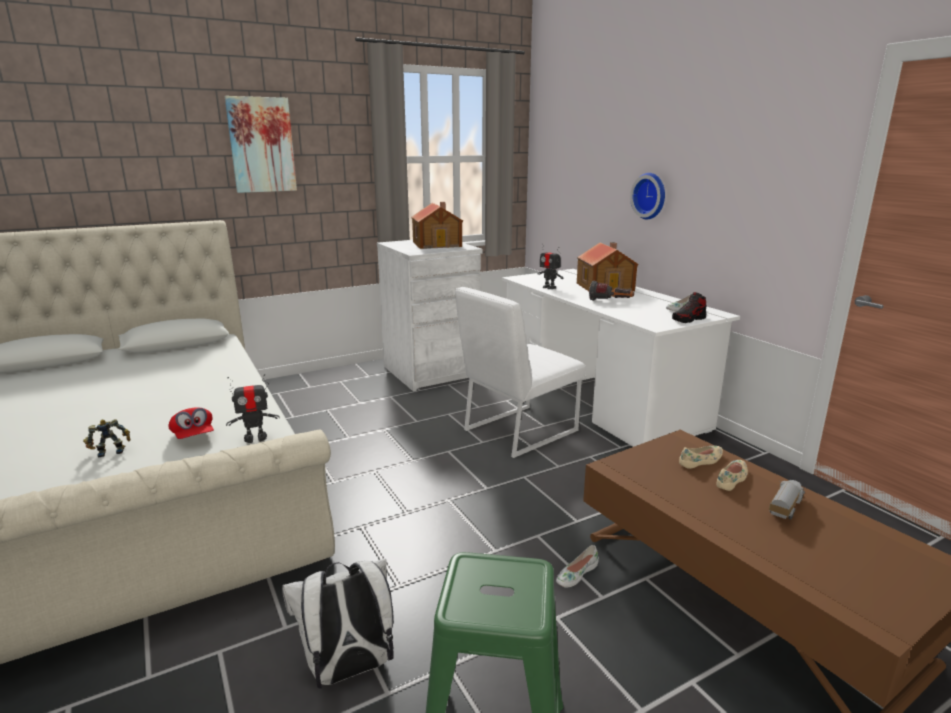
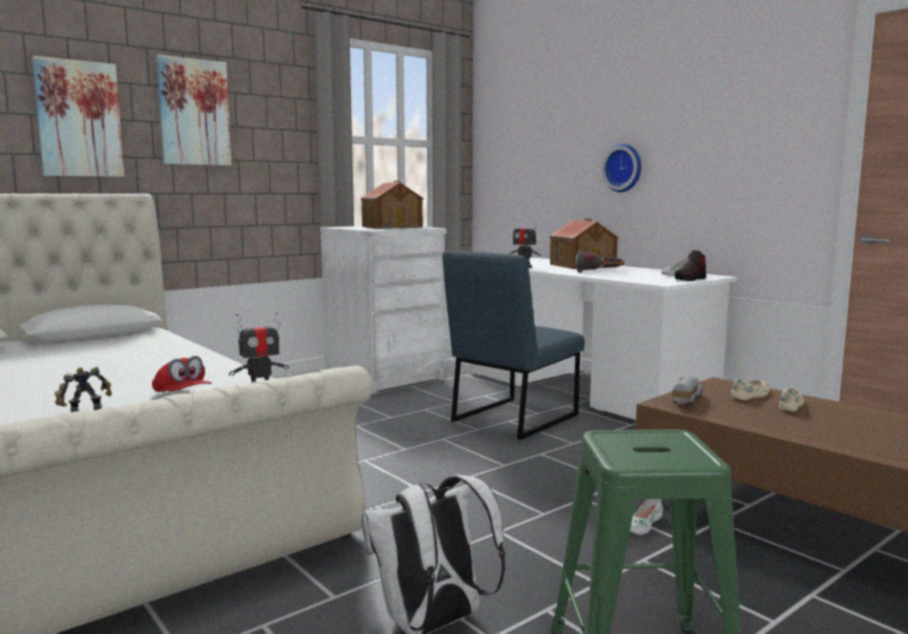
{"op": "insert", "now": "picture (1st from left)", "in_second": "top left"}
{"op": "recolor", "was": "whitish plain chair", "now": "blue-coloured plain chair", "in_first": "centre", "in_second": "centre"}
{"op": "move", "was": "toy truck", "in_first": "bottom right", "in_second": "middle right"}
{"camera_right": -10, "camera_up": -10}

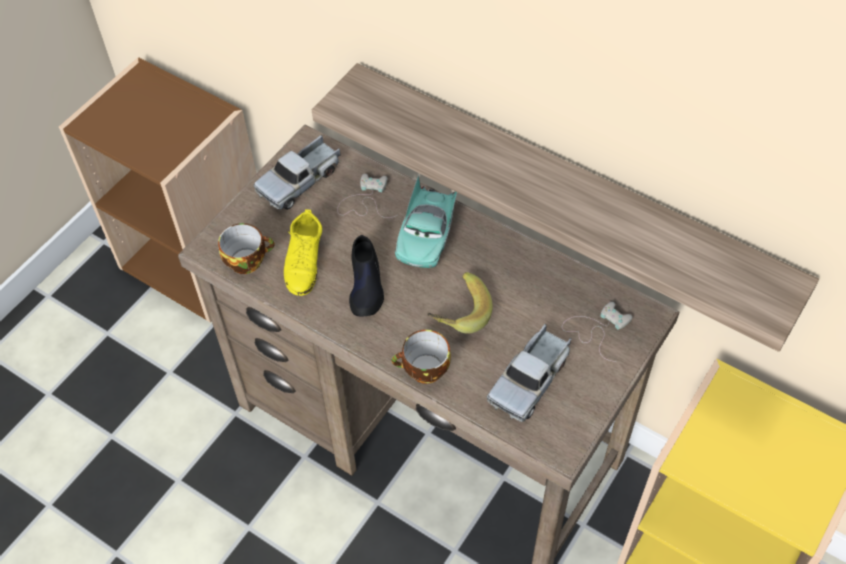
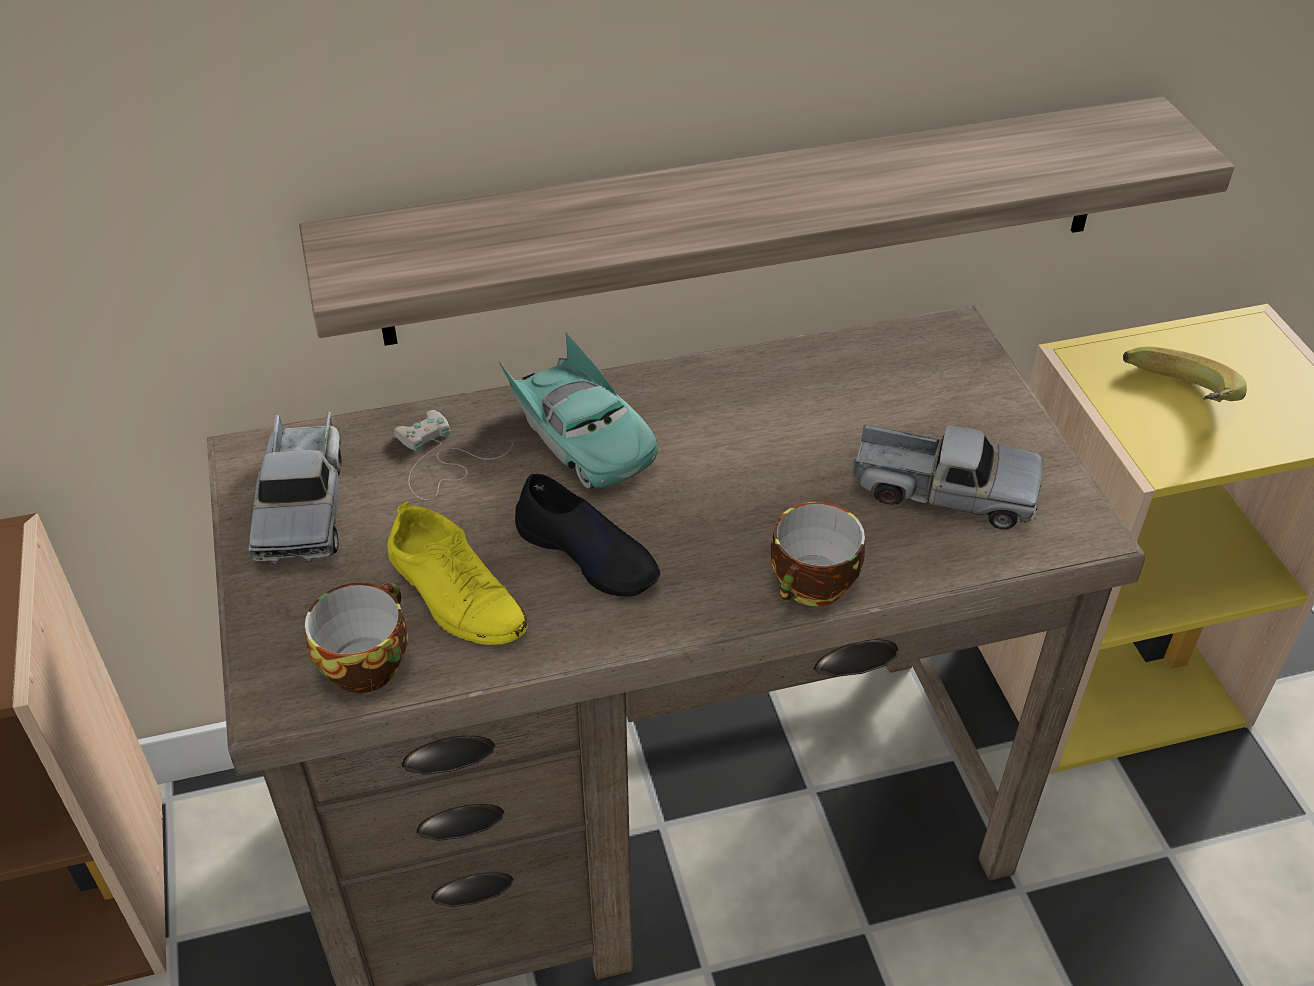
{"op": "rotate", "was": "toy truck (2nd from left)", "in_first": "centre", "in_second": "middle right", "clockwise": -60}
{"op": "move", "was": "whole banana", "in_first": "centre", "in_second": "middle right"}
{"op": "delete", "was": "whitish game controller (2nd from left)", "in_first": "middle right"}
{"camera_right": -50, "camera_up": -10}

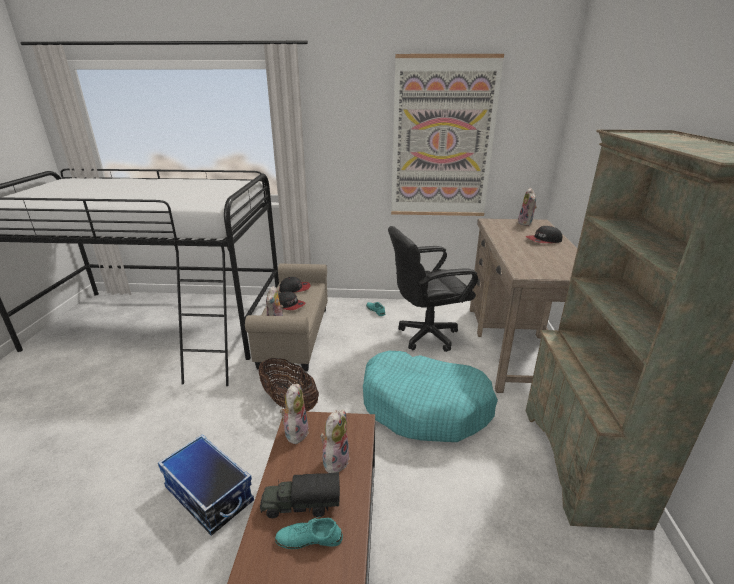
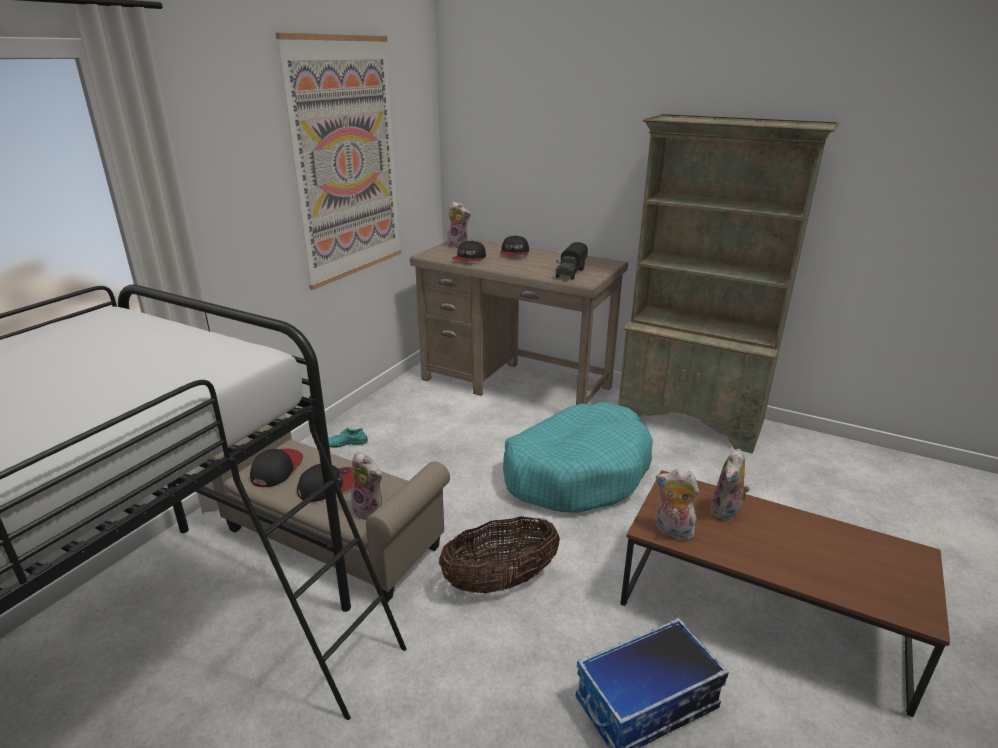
{"op": "insert", "now": "cap (3rd from left)", "in_second": "centre"}
{"op": "move", "was": "toy truck", "in_first": "bottom centre", "in_second": "centre"}
{"op": "rotate", "was": "soft toy (3rd from left in the first image)", "in_first": "bottom centre", "in_second": "middle right", "clockwise": -105}
{"op": "delete", "was": "turquoise low shoe (1st from left)", "in_first": "bottom centre"}
{"op": "delete", "was": "black desk chair", "in_first": "centre"}
{"camera_right": -65, "camera_up": 0}

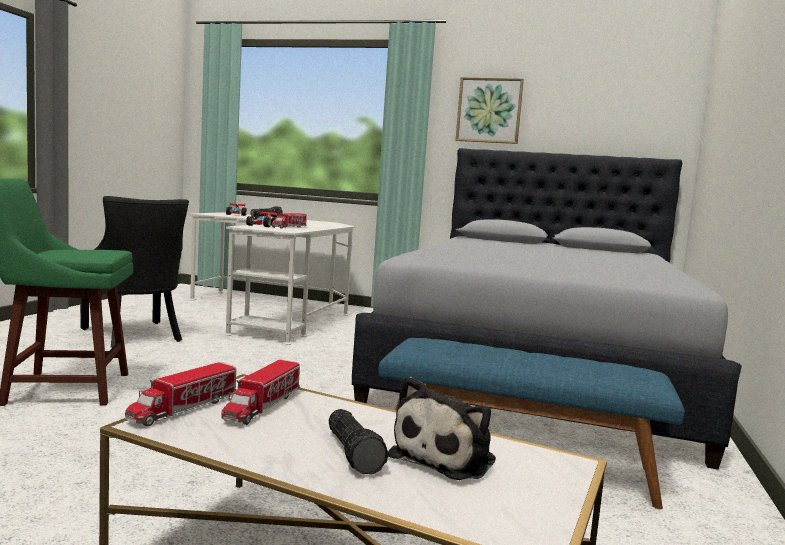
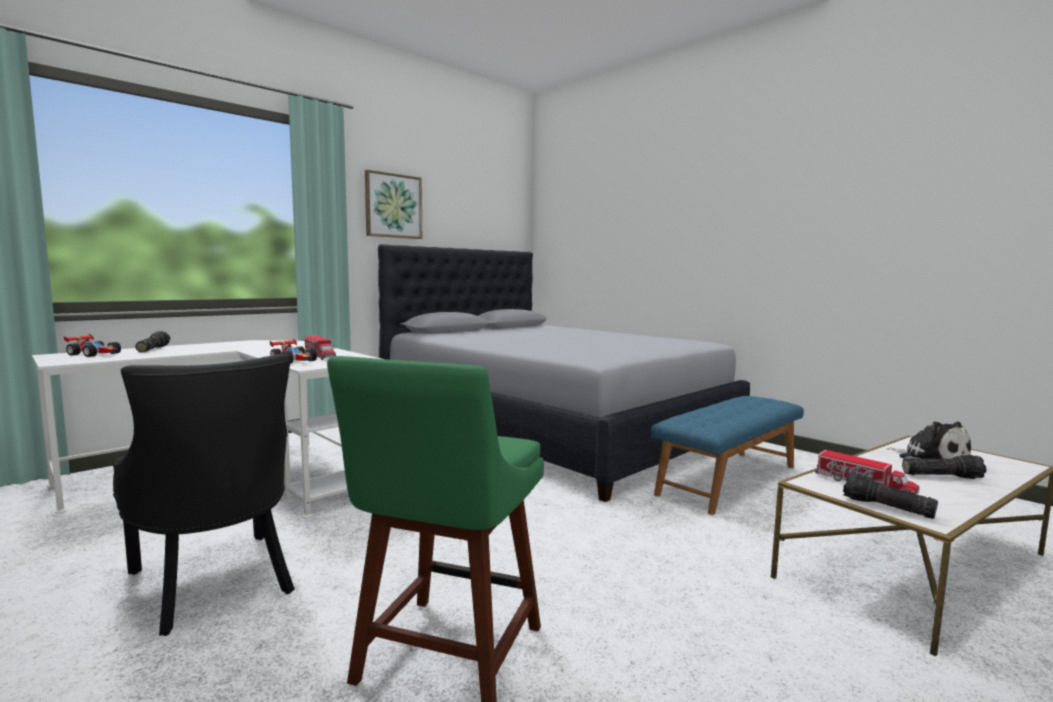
{"op": "rotate", "was": "black plain chair", "in_first": "middle left", "in_second": "bottom left", "clockwise": 60}
{"op": "replace", "was": "toy truck (1st from left)", "now": "torch (2nd from left)", "in_first": "bottom left", "in_second": "bottom right"}
{"camera_right": -60, "camera_up": 0}

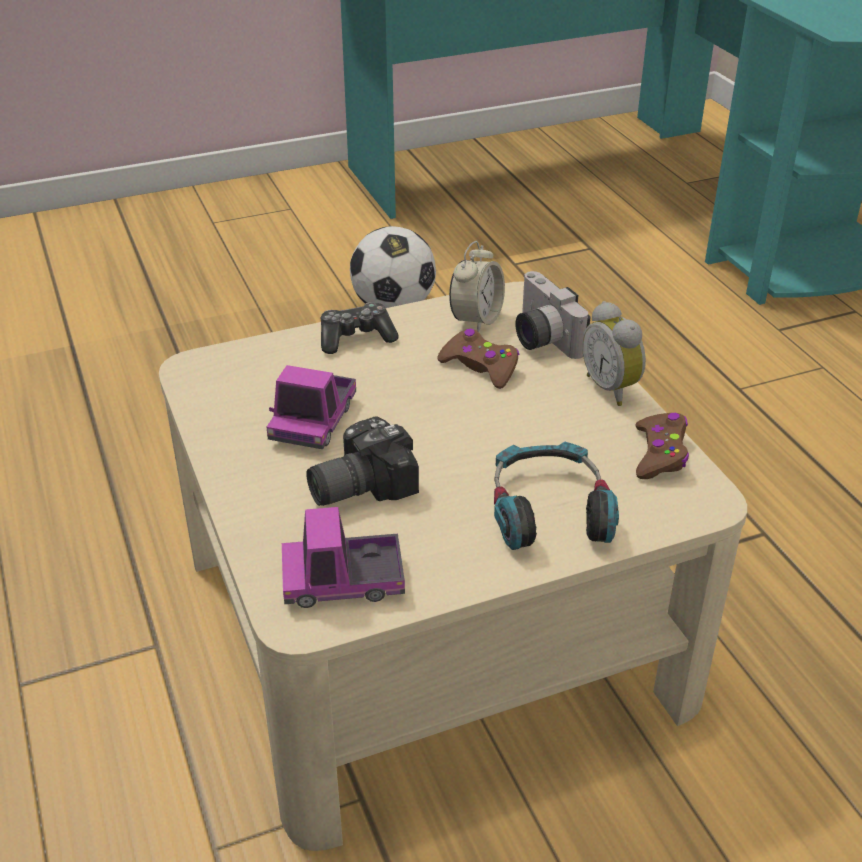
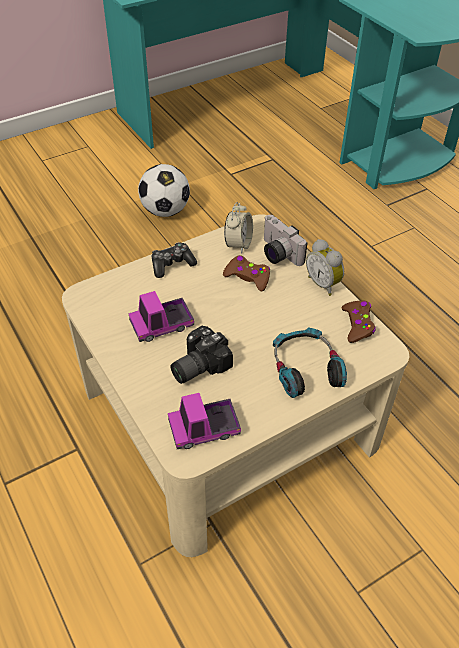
{"op": "rotate", "was": "toy truck (1st from left)", "in_first": "centre", "in_second": "centre", "clockwise": 60}
{"camera_right": -10, "camera_up": 10}

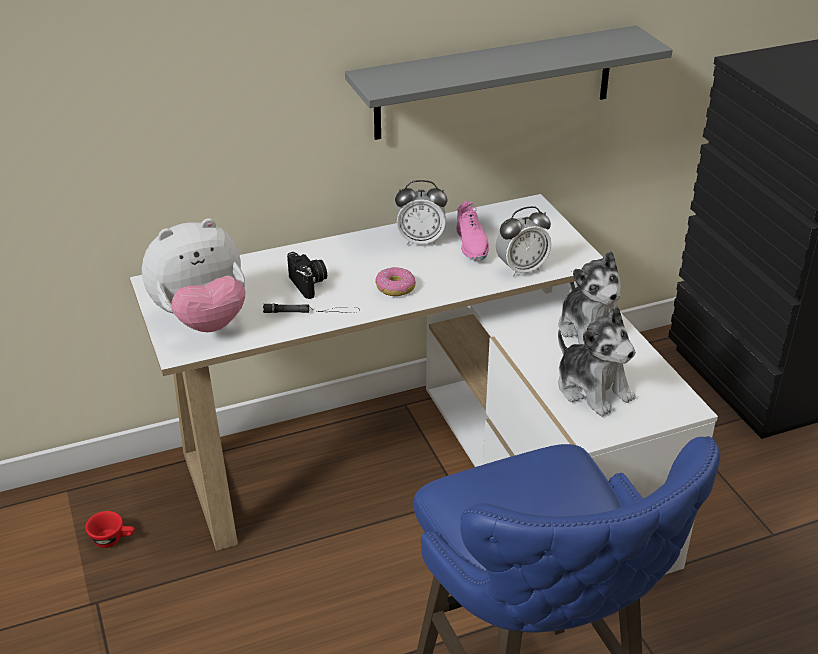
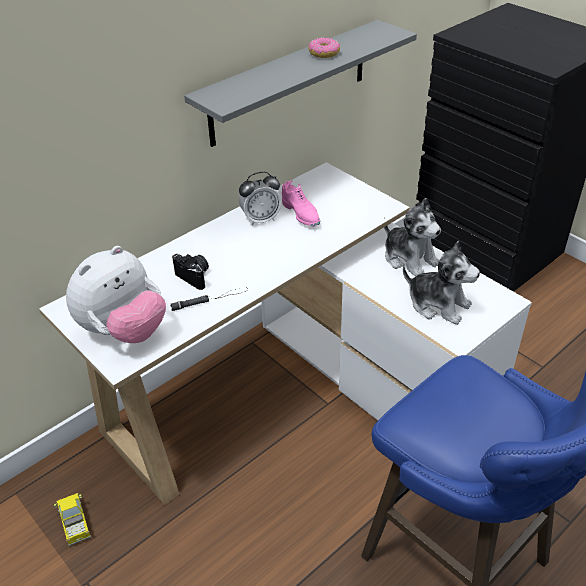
{"op": "replace", "was": "red-coloured drinking cup", "now": "toy truck", "in_first": "bottom left", "in_second": "bottom left"}
{"op": "move", "was": "donut", "in_first": "centre", "in_second": "top centre"}
{"op": "delete", "was": "table clock (2nd from left)", "in_first": "centre"}
{"camera_right": -20, "camera_up": 5}

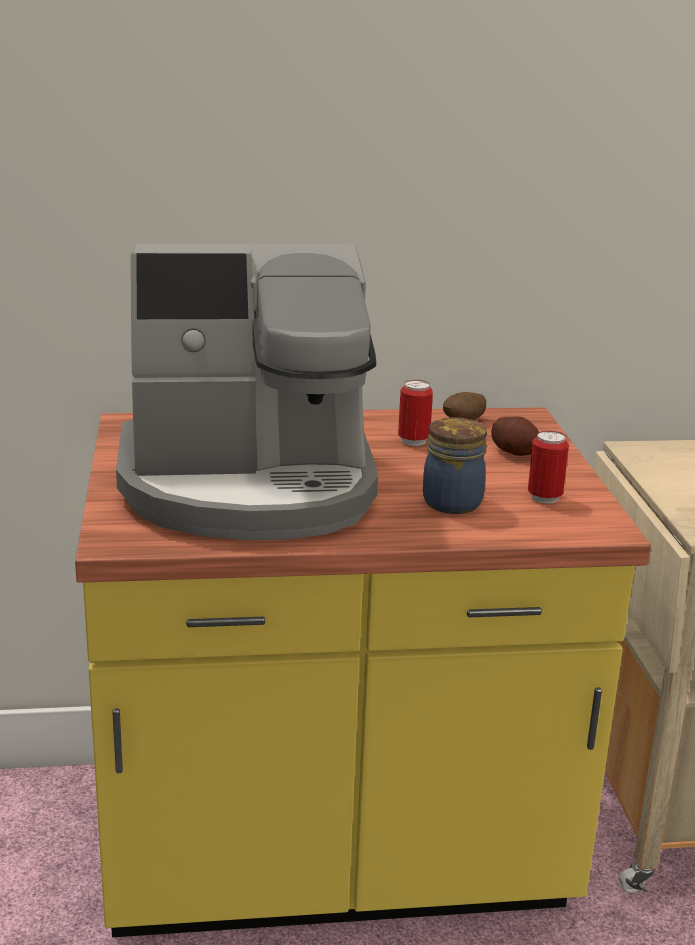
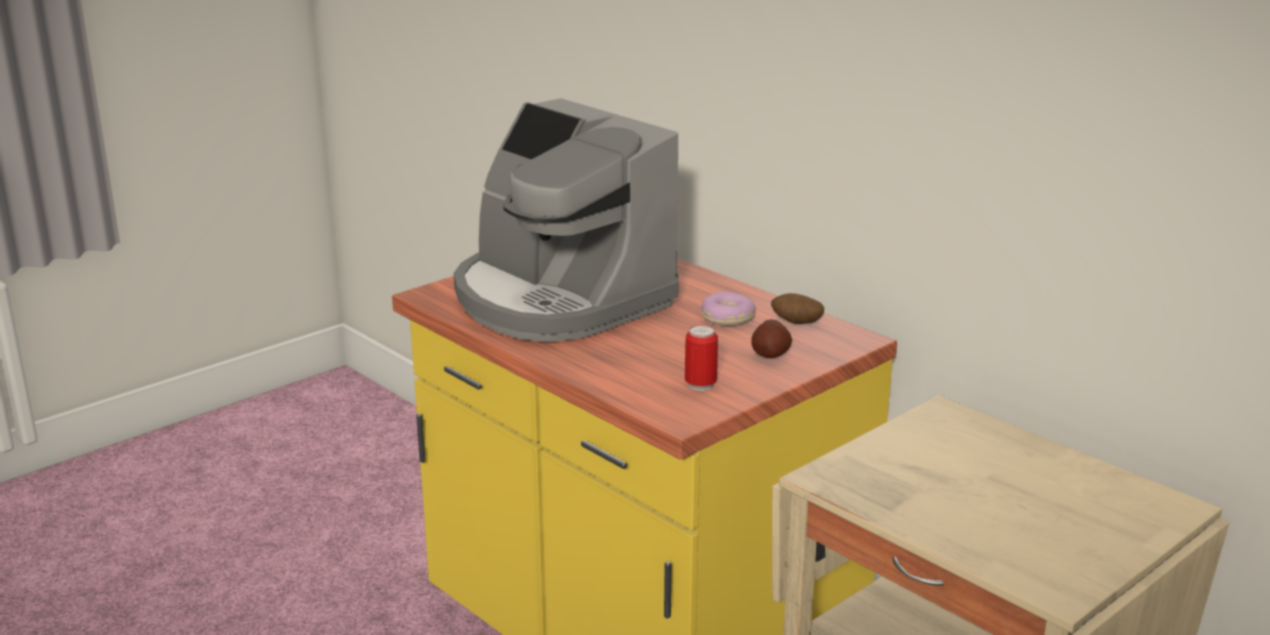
{"op": "replace", "was": "can (1st from left)", "now": "donut", "in_first": "centre", "in_second": "centre"}
{"op": "delete", "was": "preserve jar", "in_first": "centre"}
{"camera_right": 55, "camera_up": 0}

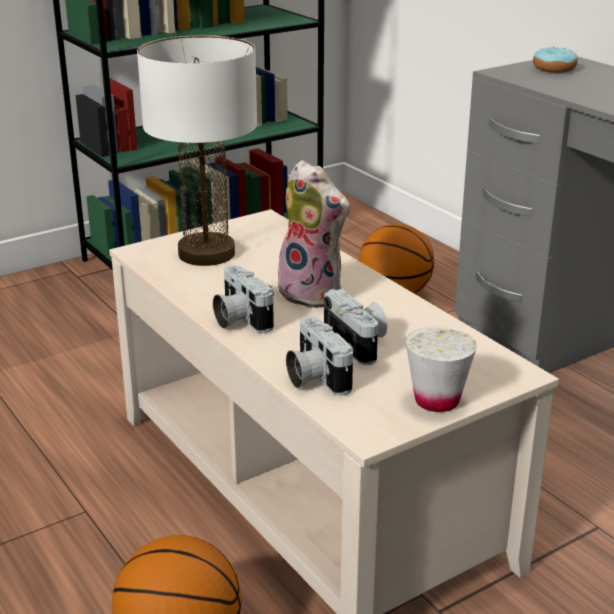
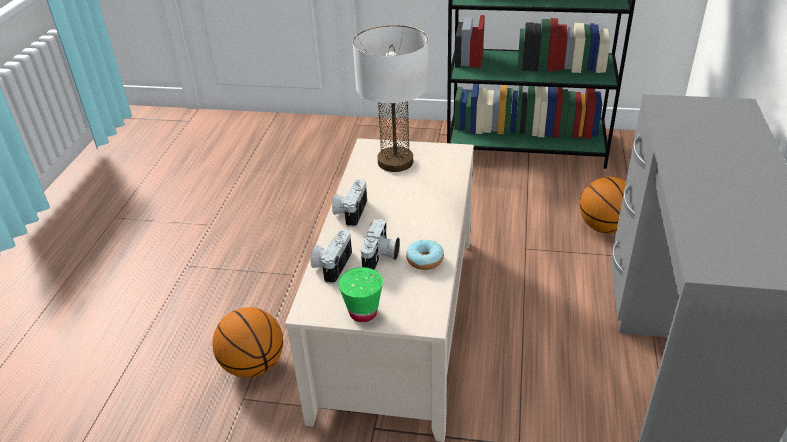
{"op": "recolor", "was": "whitish drinking cup", "now": "greenish drinking cup", "in_first": "middle right", "in_second": "centre"}
{"op": "move", "was": "donut", "in_first": "top right", "in_second": "centre"}
{"op": "delete", "was": "soft toy", "in_first": "centre"}
{"camera_right": 45, "camera_up": 10}

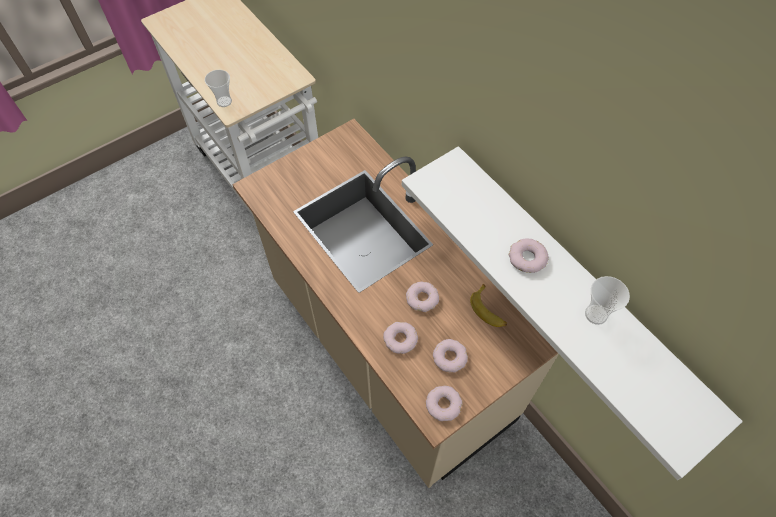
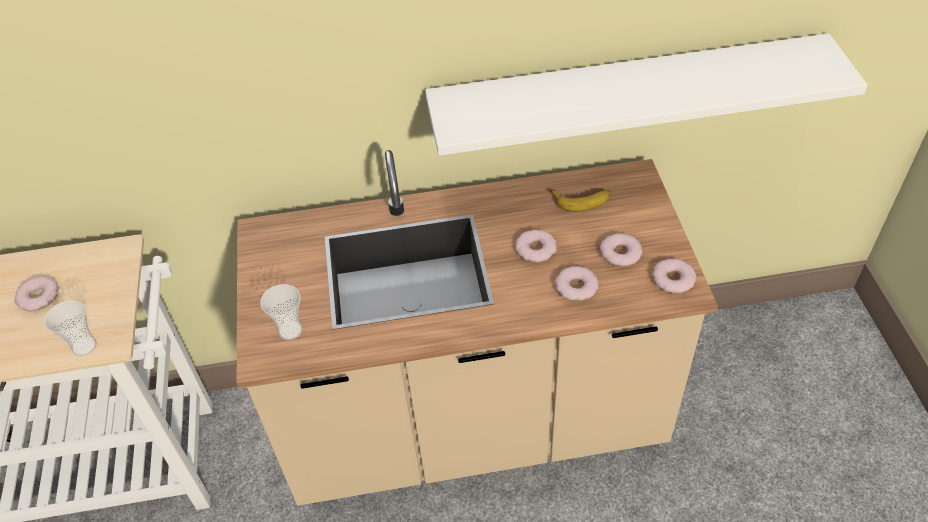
{"op": "move", "was": "donut (5th from left in the first image)", "now": "donut (1st from left)", "in_first": "middle right", "in_second": "middle left"}
{"op": "move", "was": "drinking cup (2nd from left)", "in_first": "middle right", "in_second": "middle left"}
{"camera_right": -60, "camera_up": -10}

